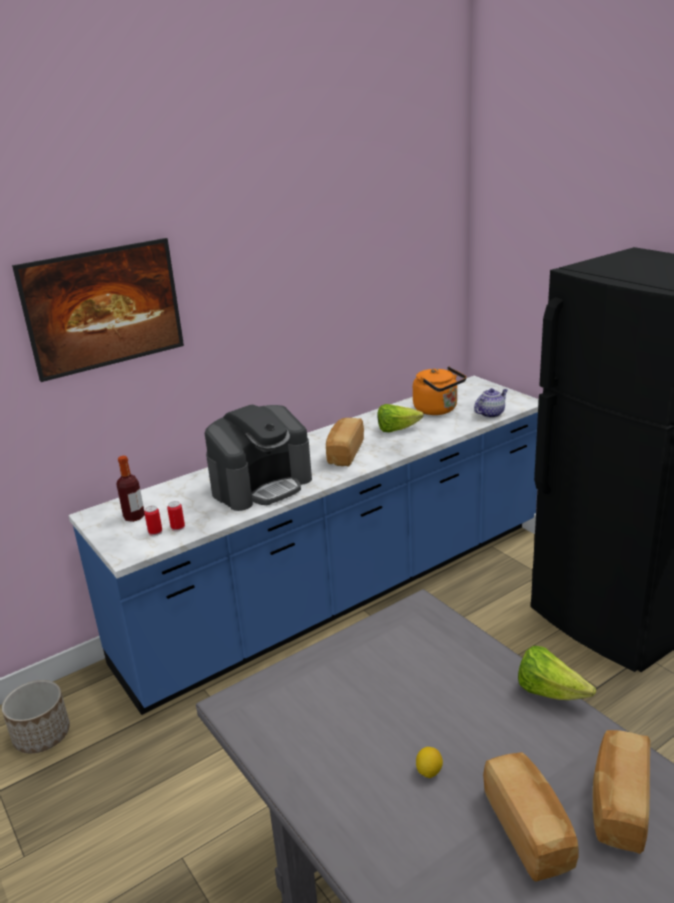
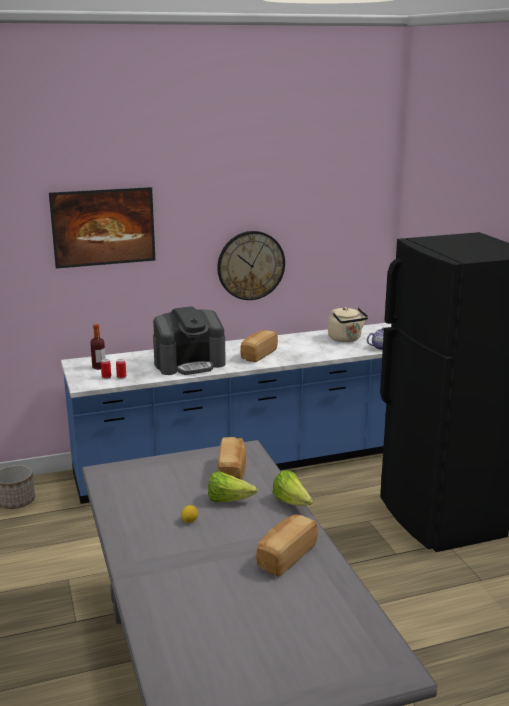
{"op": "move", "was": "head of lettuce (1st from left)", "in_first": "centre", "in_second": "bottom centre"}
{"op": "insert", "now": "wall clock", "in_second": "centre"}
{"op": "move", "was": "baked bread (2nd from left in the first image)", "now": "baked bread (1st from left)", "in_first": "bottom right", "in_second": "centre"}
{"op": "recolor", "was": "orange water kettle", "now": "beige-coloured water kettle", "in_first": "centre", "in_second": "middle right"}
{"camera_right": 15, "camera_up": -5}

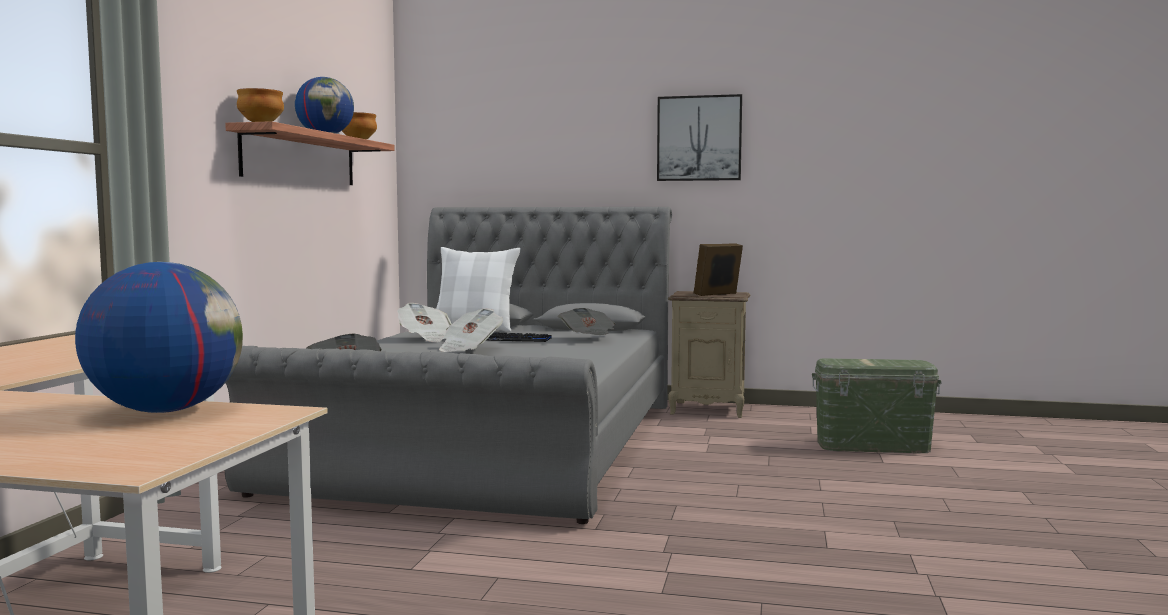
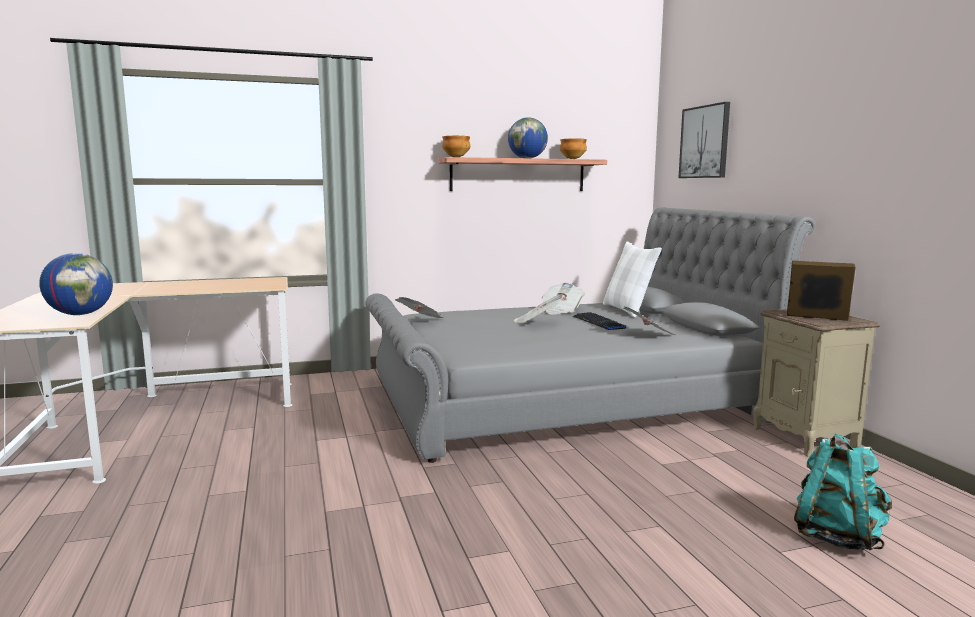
{"op": "move", "was": "picture", "in_first": "top centre", "in_second": "top right"}
{"op": "replace", "was": "greenish storage bin", "now": "turquoise rucksack", "in_first": "middle right", "in_second": "bottom right"}
{"camera_right": 60, "camera_up": 5}

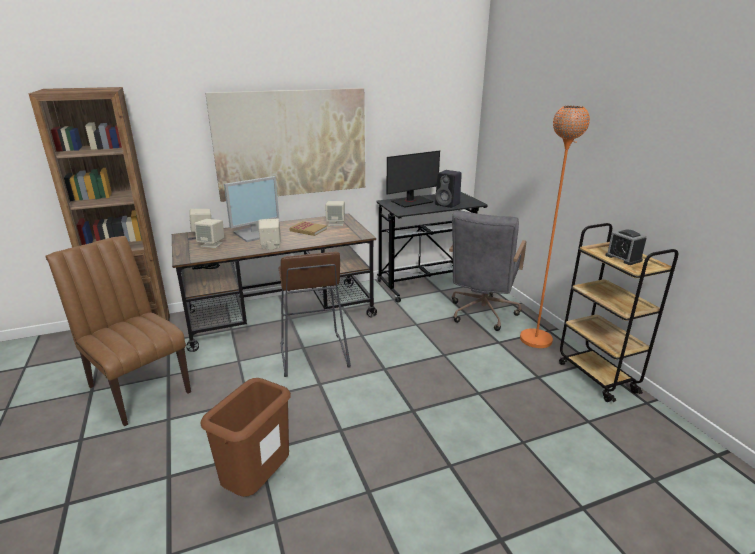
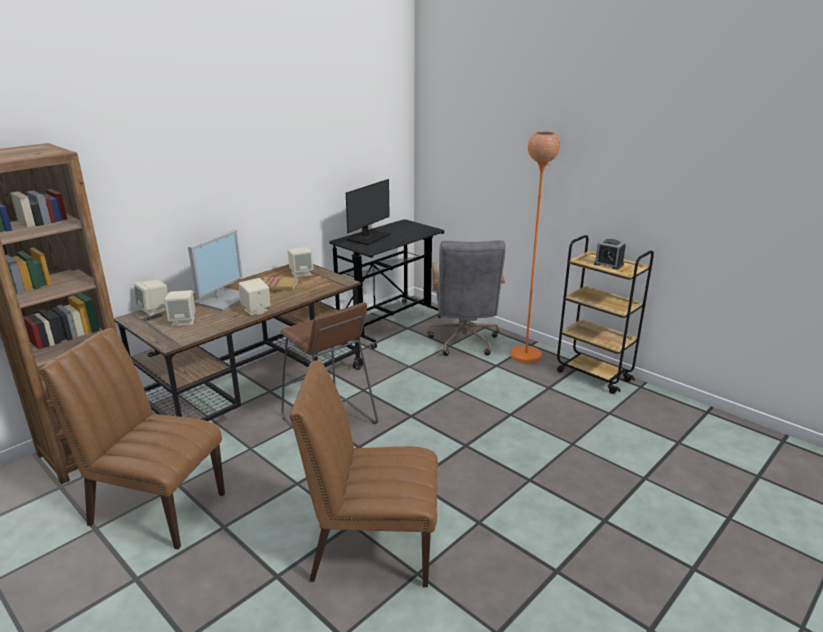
{"op": "replace", "was": "brown-coloured rubbish bin", "now": "brown-coloured plain chair (2nd from left)", "in_first": "bottom left", "in_second": "bottom centre"}
{"op": "delete", "was": "picture", "in_first": "top centre"}
{"op": "delete", "was": "black loudspeaker", "in_first": "centre"}
{"camera_right": -25, "camera_up": 0}

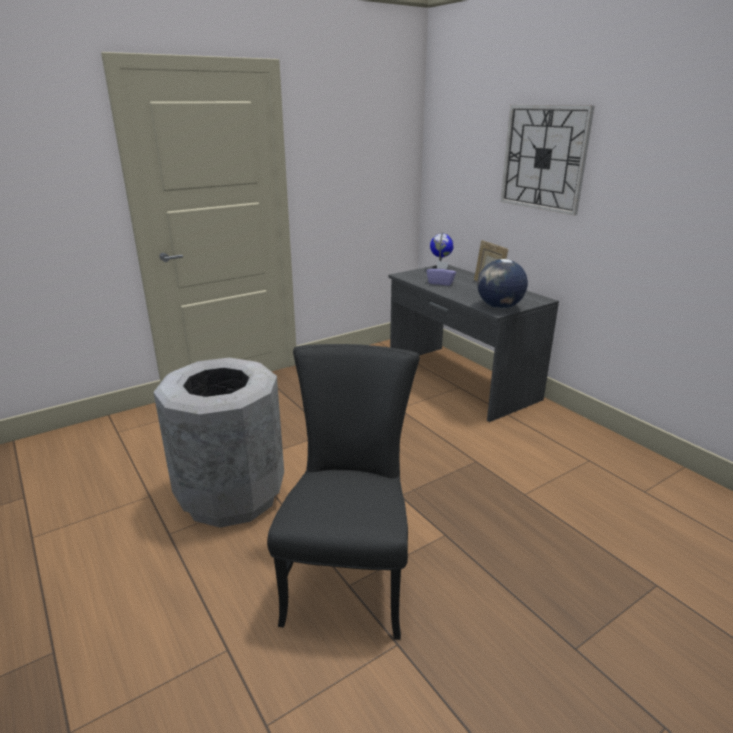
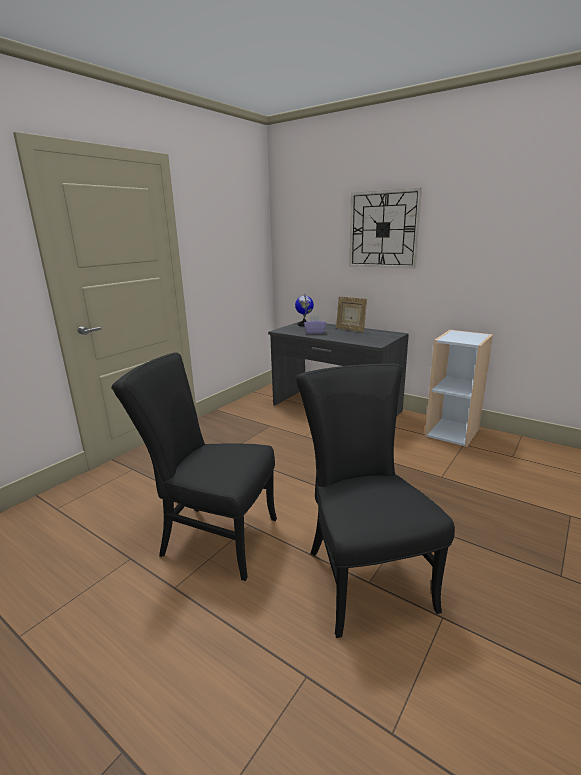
{"op": "replace", "was": "grey rubbish bin", "now": "black plain chair (1st from left)", "in_first": "middle left", "in_second": "centre"}
{"op": "insert", "now": "bookshelf", "in_second": "middle right"}
{"op": "delete", "was": "world globe (2nd from left)", "in_first": "middle right"}
{"camera_right": -20, "camera_up": -5}

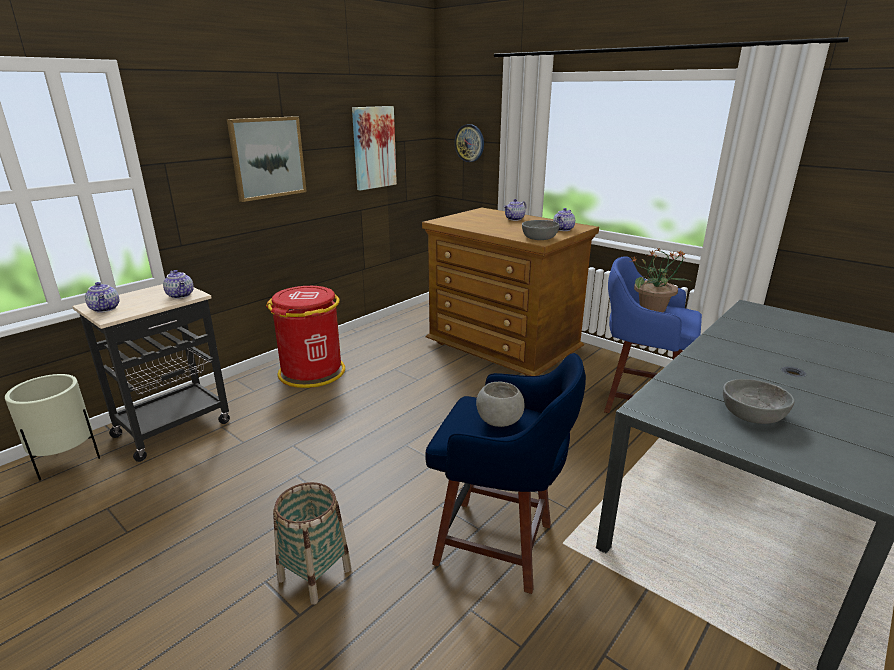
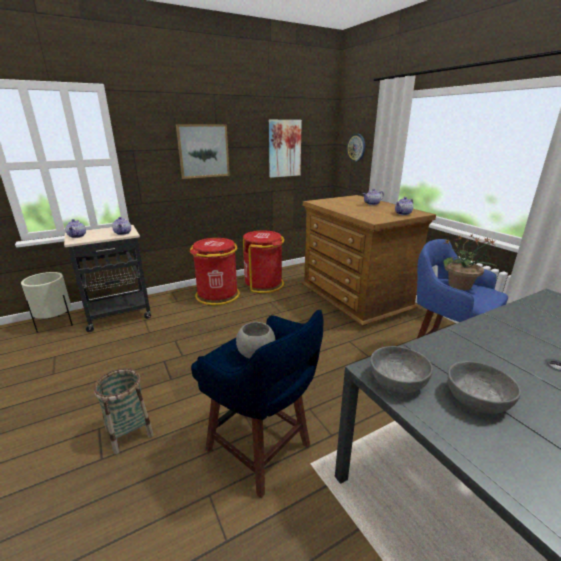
{"op": "insert", "now": "red-coloured rubbish bin (2nd from left)", "in_second": "centre"}
{"op": "move", "was": "grey bowl (2nd from left)", "in_first": "centre", "in_second": "middle right"}
{"camera_right": 20, "camera_up": 0}

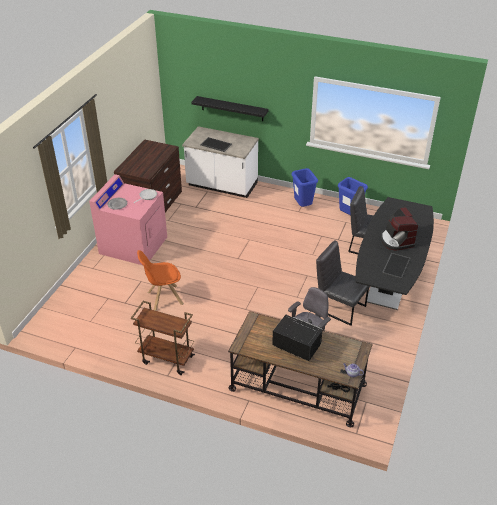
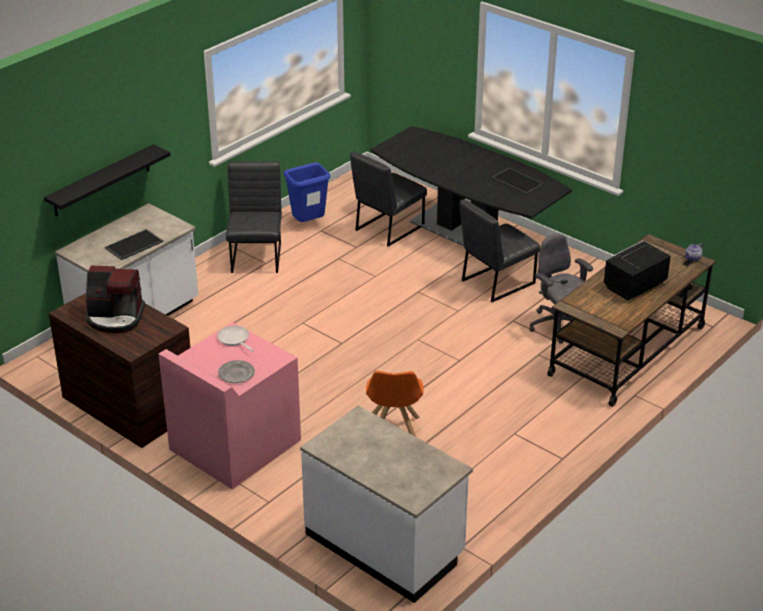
{"op": "move", "was": "coffee machine", "in_first": "middle right", "in_second": "middle left"}
{"op": "replace", "was": "blue-coloured rubbish bin (1st from left)", "now": "grey plain chair (1st from left)", "in_first": "centre", "in_second": "middle left"}
{"op": "insert", "now": "whitish kitchen counter (2nd from left)", "in_second": "bottom centre"}
{"op": "delete", "was": "brown-coloured cart", "in_first": "bottom left"}
{"camera_right": -70, "camera_up": -5}

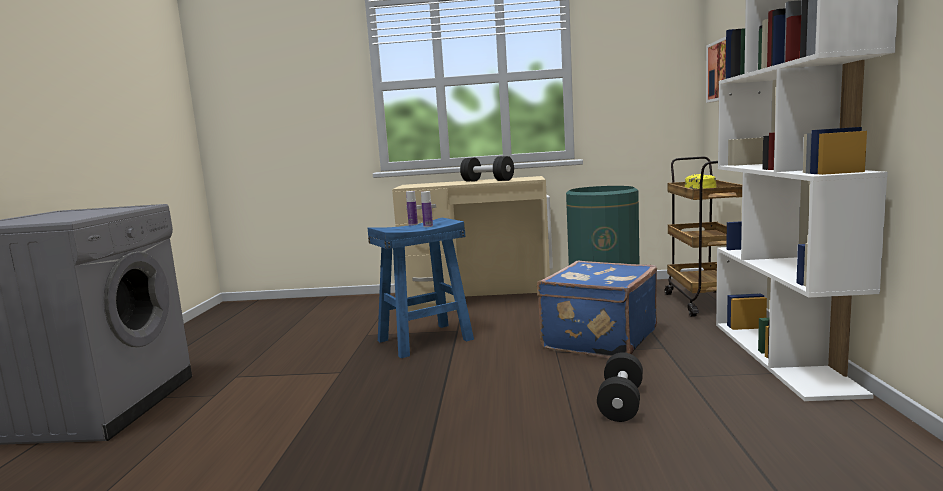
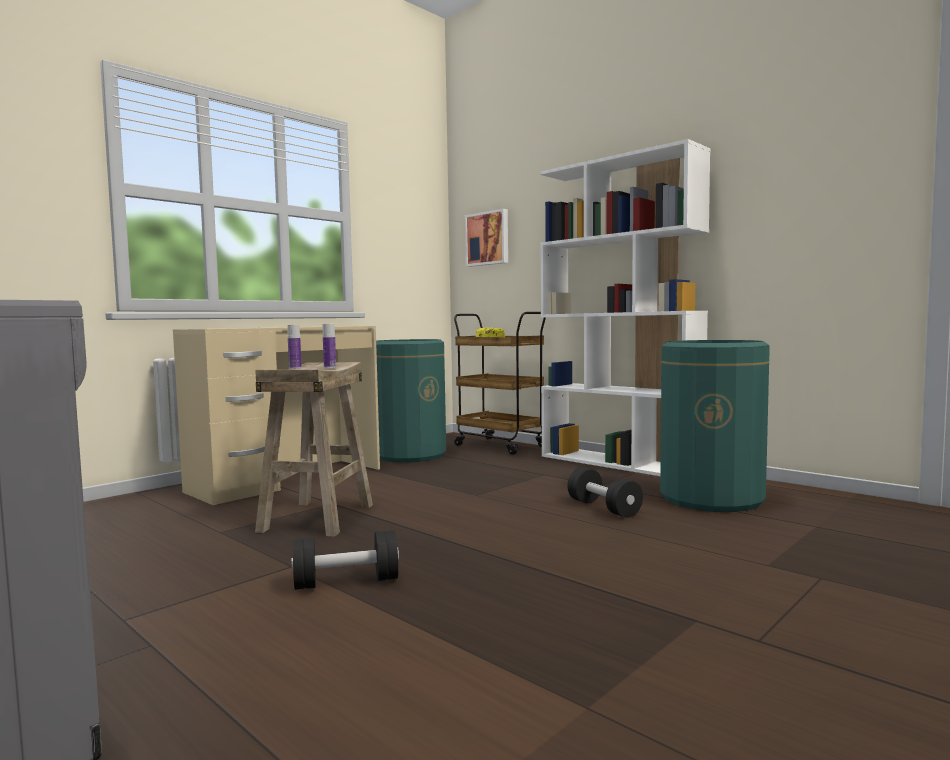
{"op": "recolor", "was": "blue-coloured stool seat", "now": "beige-coloured stool seat", "in_first": "centre", "in_second": "middle left"}
{"op": "move", "was": "black free weight (1st from left)", "in_first": "centre", "in_second": "bottom centre"}
{"op": "insert", "now": "greenish rubbish bin (2nd from left)", "in_second": "middle right"}
{"op": "delete", "was": "blue-coloured piece of luggage", "in_first": "centre"}
{"camera_right": -50, "camera_up": -5}

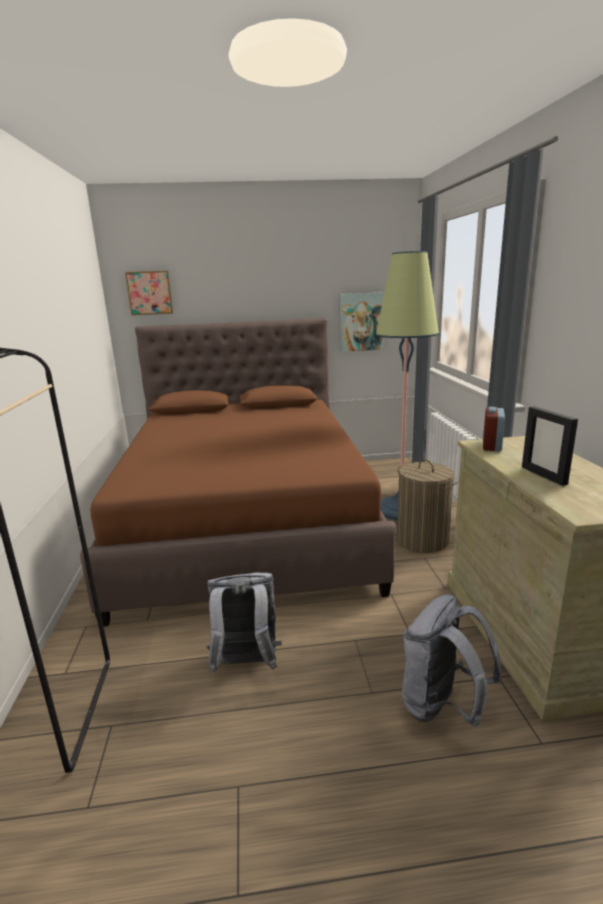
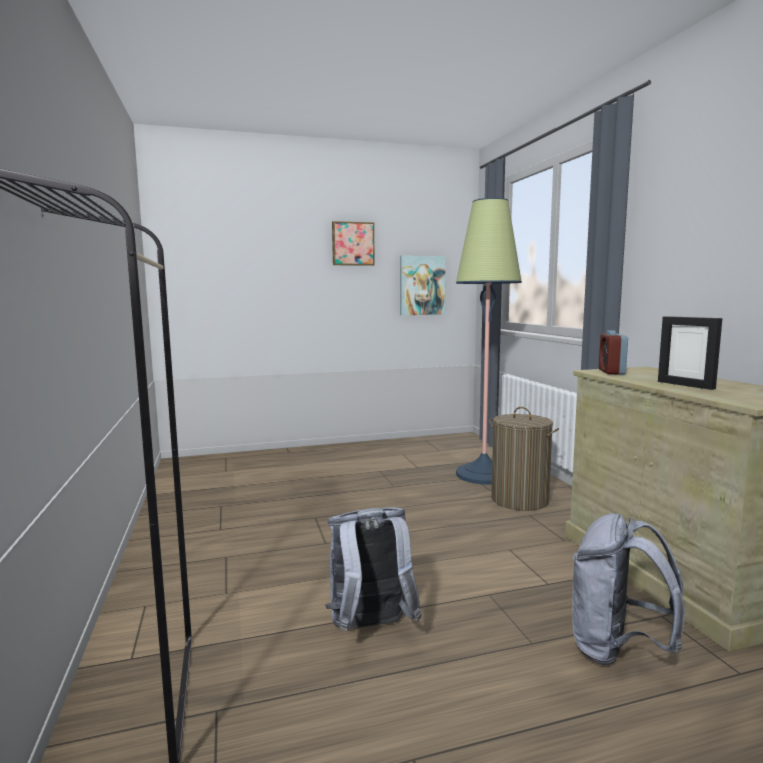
{"op": "move", "was": "picture (1st from left)", "in_first": "top left", "in_second": "top centre"}
{"op": "delete", "was": "brown-coloured bedroom bed", "in_first": "centre"}
{"camera_right": -10, "camera_up": -10}

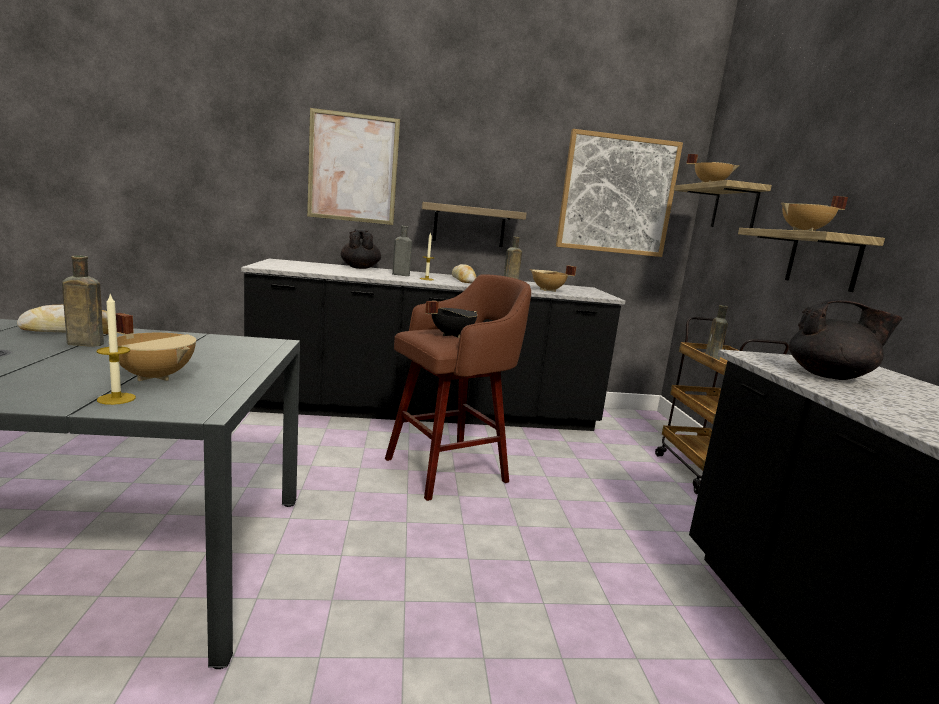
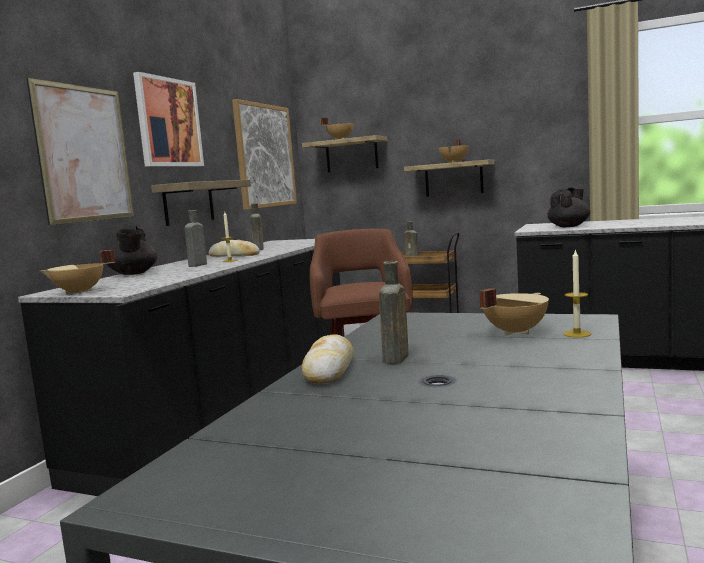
{"op": "move", "was": "beige-coloured stockpot (2nd from left in the first image)", "now": "beige-coloured stockpot (1st from left)", "in_first": "centre", "in_second": "middle left"}
{"op": "rotate", "was": "black pot for tea (1st from left)", "in_first": "centre", "in_second": "middle left", "clockwise": -120}
{"op": "insert", "now": "picture (2nd from left)", "in_second": "top left"}
{"op": "delete", "was": "black stockpot", "in_first": "centre"}
{"camera_right": -60, "camera_up": -5}

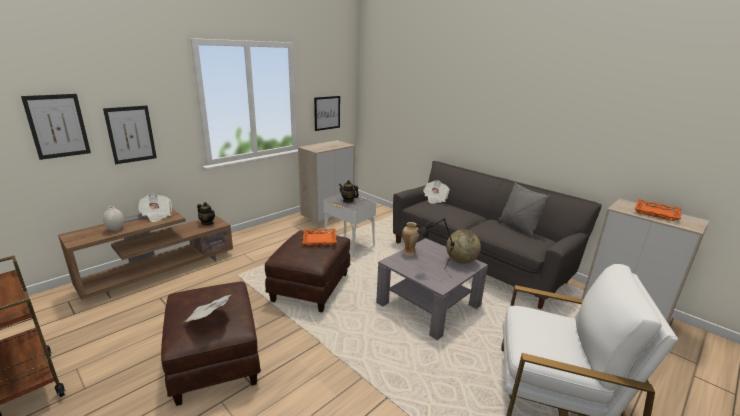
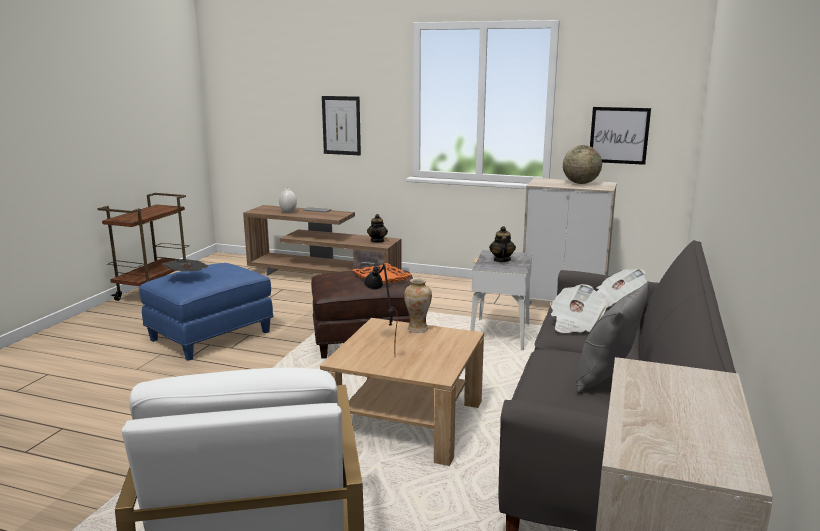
{"op": "recolor", "was": "brown-coloured footrest (1st from left)", "now": "blue-coloured footrest", "in_first": "bottom left", "in_second": "middle left"}
{"op": "recolor", "was": "grey lounge table", "now": "brown-coloured lounge table", "in_first": "bottom centre", "in_second": "bottom centre"}
{"op": "move", "was": "newspaper (1st from left in the first image)", "now": "newspaper (2nd from left)", "in_first": "middle left", "in_second": "middle right"}
{"op": "move", "was": "world globe", "in_first": "centre", "in_second": "top right"}
{"op": "delete", "was": "picture (1st from left)", "in_first": "top left"}
{"op": "delete", "was": "orange carrying tray (2nd from left)", "in_first": "middle right"}
{"camera_right": 65, "camera_up": -5}

